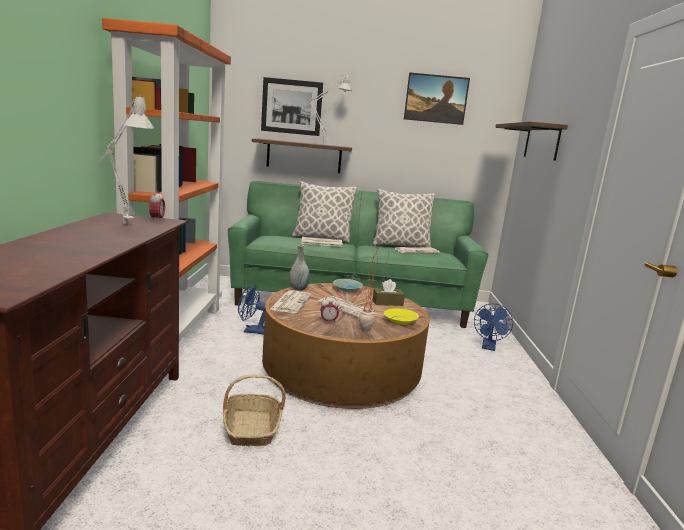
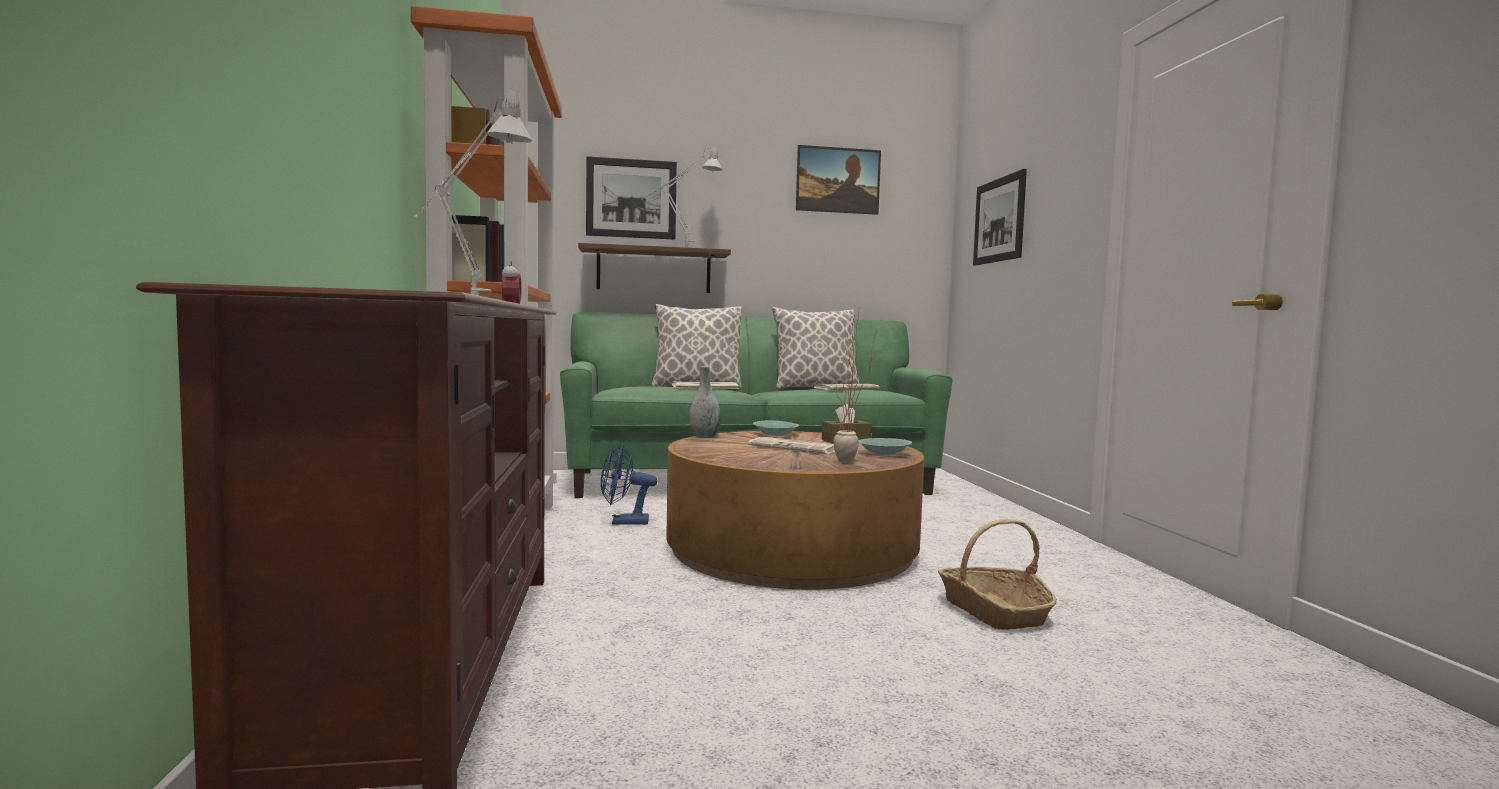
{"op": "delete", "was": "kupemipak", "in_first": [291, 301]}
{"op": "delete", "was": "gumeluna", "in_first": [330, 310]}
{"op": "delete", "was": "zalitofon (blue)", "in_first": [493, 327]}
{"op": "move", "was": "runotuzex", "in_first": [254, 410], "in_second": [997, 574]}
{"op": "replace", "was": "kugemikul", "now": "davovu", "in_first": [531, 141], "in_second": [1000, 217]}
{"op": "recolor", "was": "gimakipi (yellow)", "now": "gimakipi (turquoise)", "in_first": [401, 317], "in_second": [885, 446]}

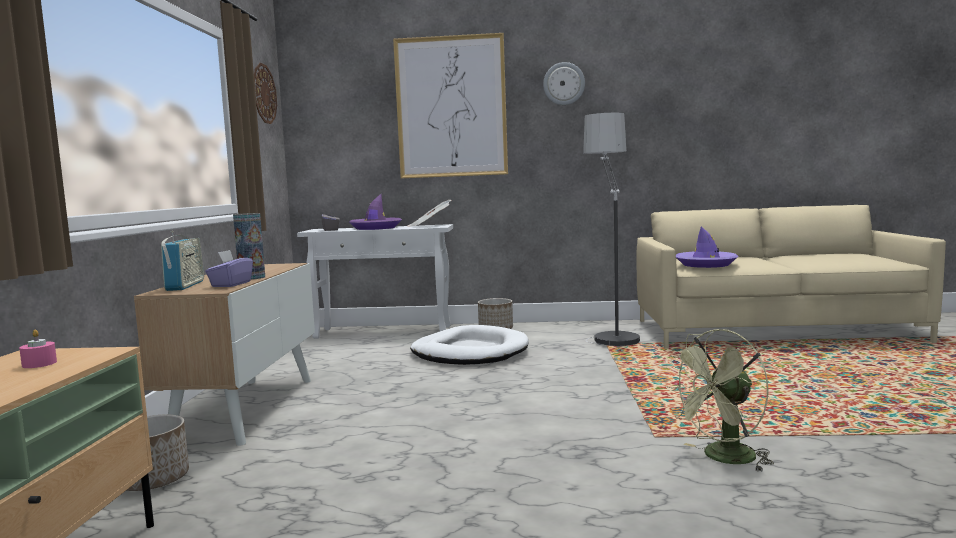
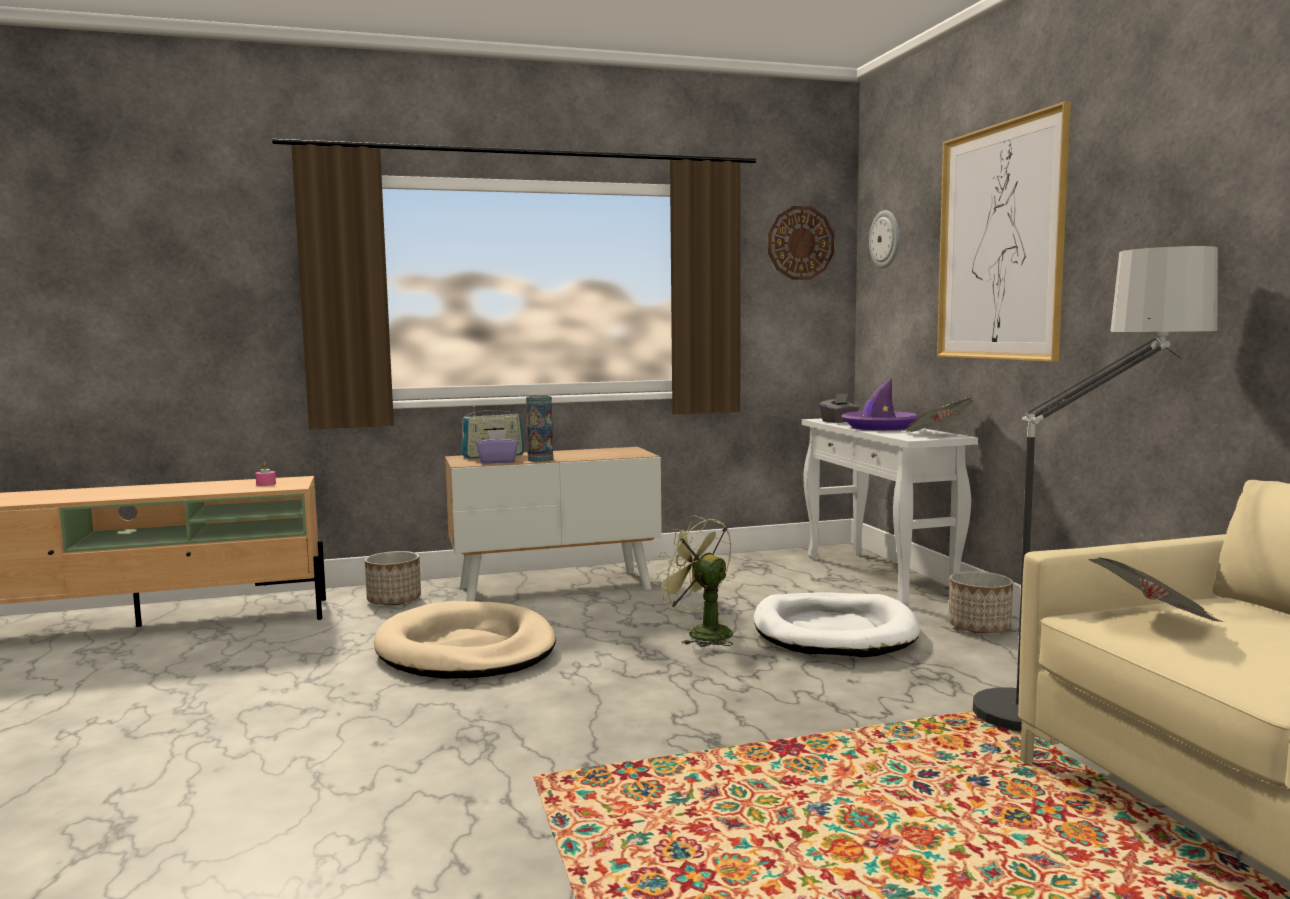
{"op": "insert", "now": "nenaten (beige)", "in_second": [465, 640]}
{"op": "move", "was": "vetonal", "in_first": [564, 83], "in_second": [884, 239]}
{"op": "move", "was": "zalitofon (green)", "in_first": [720, 400], "in_second": [693, 581]}
{"op": "replace", "was": "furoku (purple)", "now": "kupemipak", "in_first": [707, 247], "in_second": [1156, 589]}

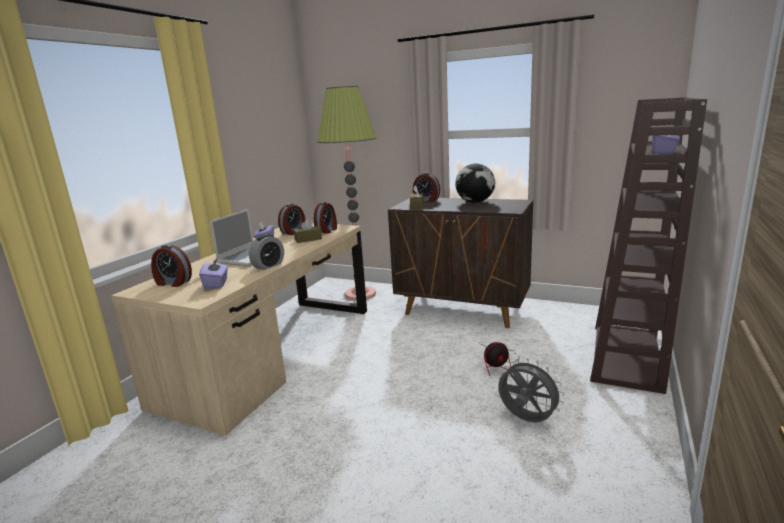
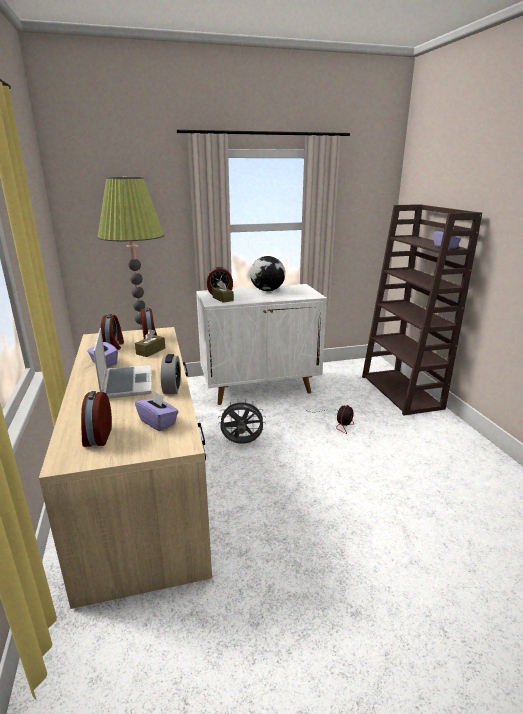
{"op": "move", "was": "zalitofon (grey)", "in_first": [531, 390], "in_second": [242, 421]}
{"op": "recolor", "was": "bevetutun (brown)", "now": "bevetutun (white)", "in_first": [460, 263], "in_second": [261, 344]}
{"op": "rotate", "was": "gumeluna", "in_first": [171, 266], "in_second": [96, 419], "clockwise": 105}

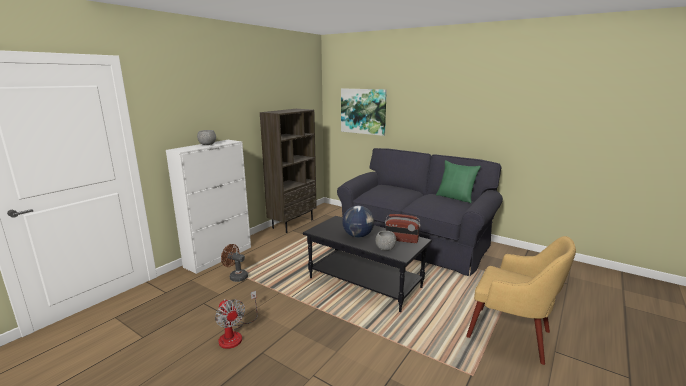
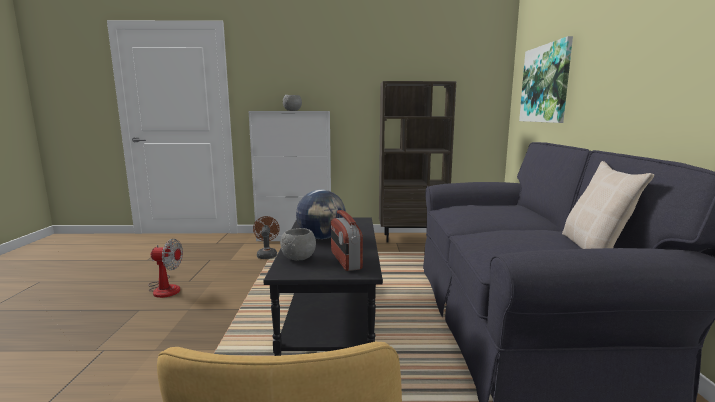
{"op": "recolor", "was": "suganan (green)", "now": "suganan (beige)", "in_first": [458, 181], "in_second": [608, 205]}
{"op": "rotate", "was": "zalitofon", "in_first": [236, 320], "in_second": [165, 268], "clockwise": -105}

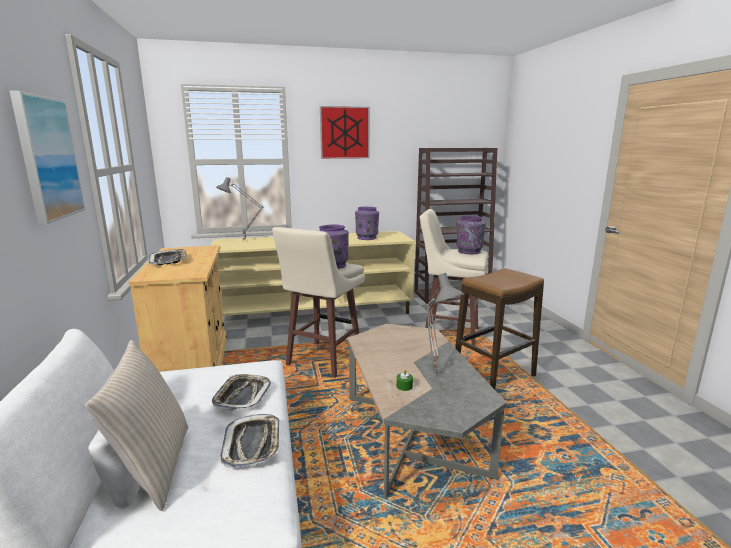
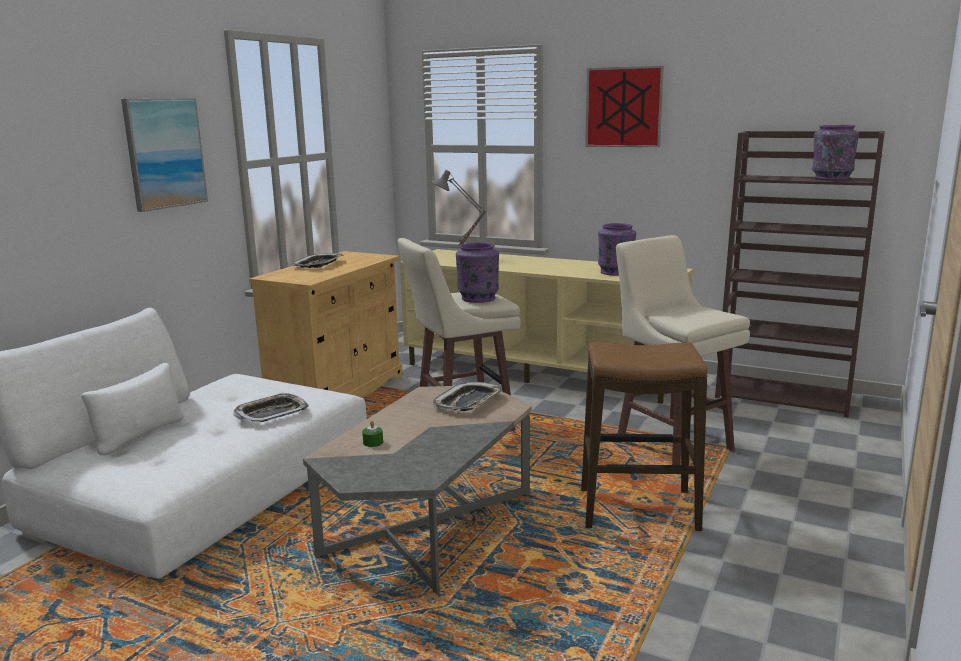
{"op": "delete", "was": "suganan (beige)", "in_first": [136, 425]}
{"op": "delete", "was": "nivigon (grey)", "in_first": [445, 324]}
{"op": "move", "was": "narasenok", "in_first": [250, 441], "in_second": [467, 396]}
{"op": "move", "was": "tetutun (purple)", "in_first": [471, 234], "in_second": [835, 153]}

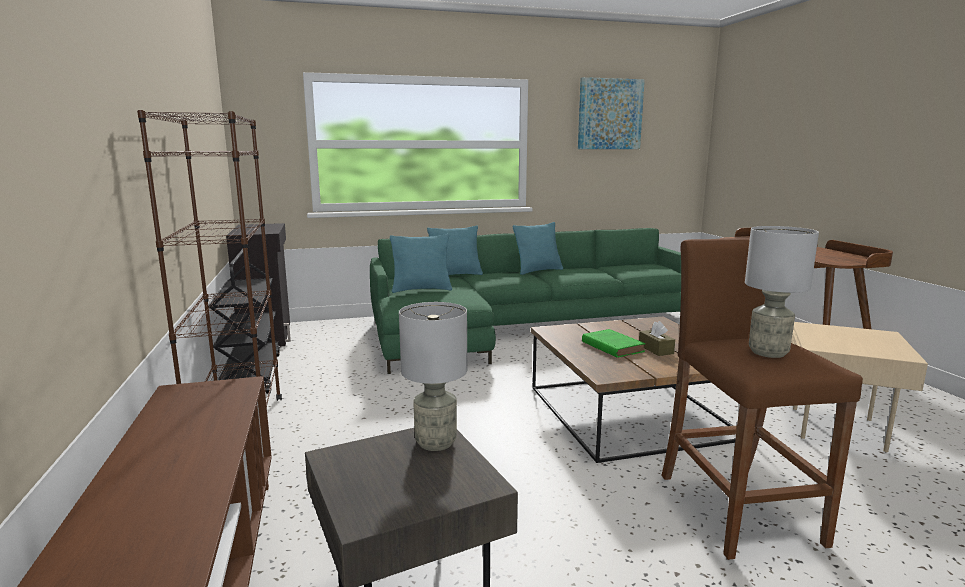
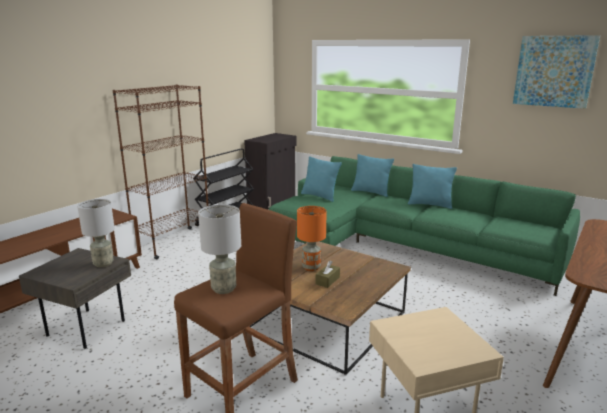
{"op": "replace", "was": "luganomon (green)", "now": "nivigon (orange)", "in_first": [613, 343], "in_second": [312, 238]}

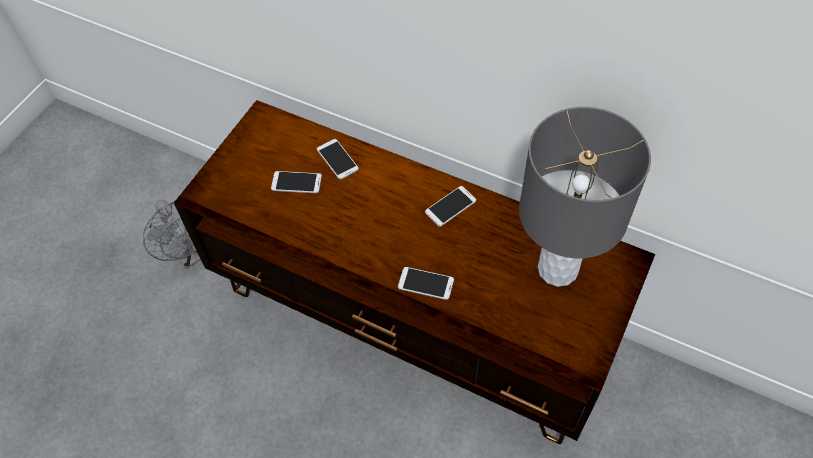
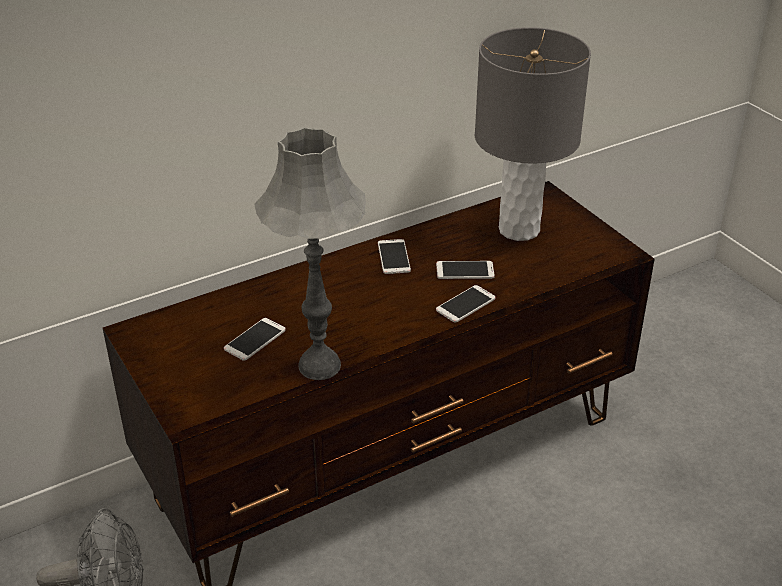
{"op": "insert", "now": "nivigon (grey)", "in_second": [310, 253]}
{"op": "move", "was": "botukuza", "in_first": [338, 159], "in_second": [465, 270]}

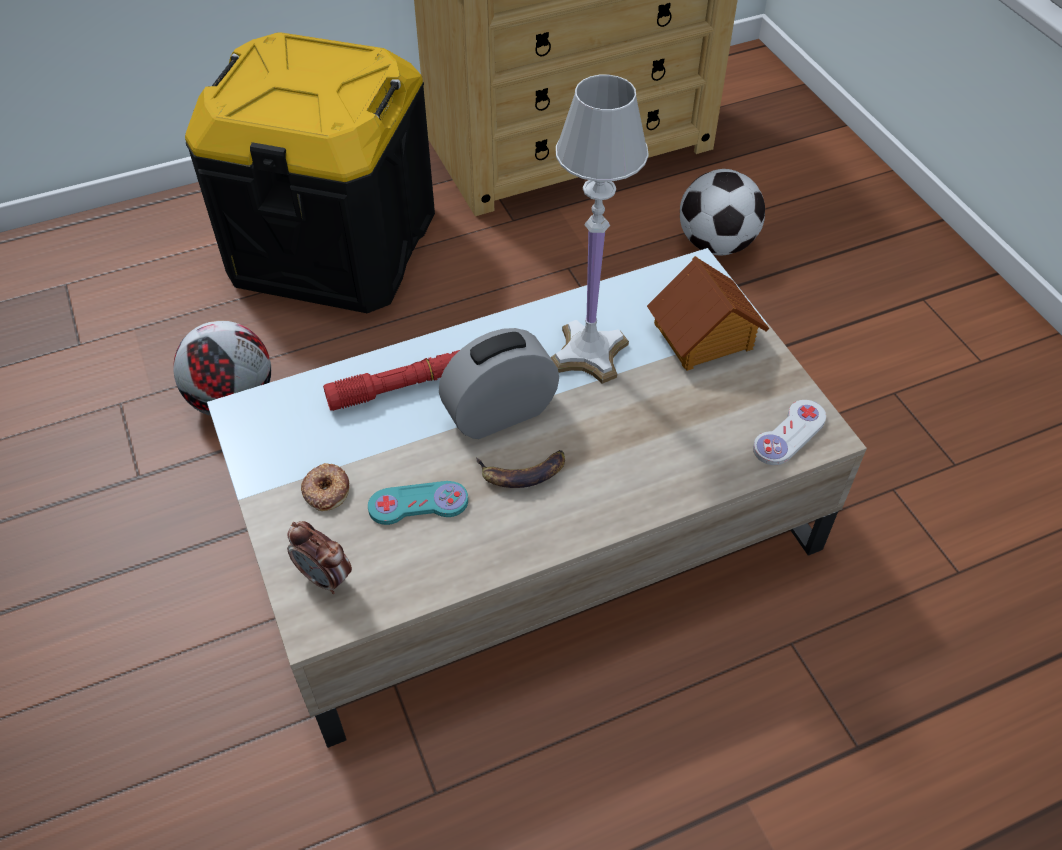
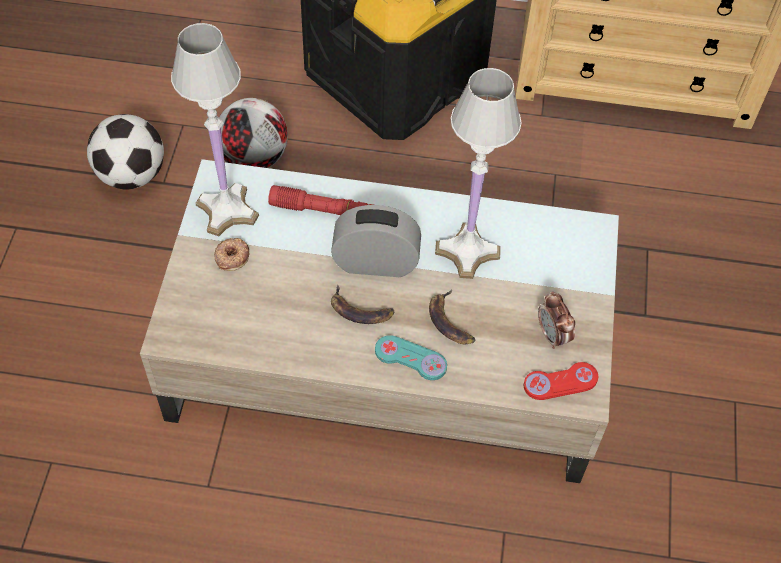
{"op": "delete", "was": "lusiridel", "in_first": [708, 313]}
{"op": "insert", "now": "nivigon (white)", "in_second": [215, 129]}
{"op": "insert", "now": "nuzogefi", "in_second": [452, 316]}
{"op": "move", "was": "gumeluna", "in_first": [319, 557], "in_second": [556, 320]}
{"op": "move", "was": "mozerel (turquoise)", "in_first": [418, 503], "in_second": [411, 357]}
{"op": "move", "was": "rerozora", "in_first": [722, 212], "in_second": [125, 152]}
{"op": "recolor", "was": "mozerel (white)", "now": "mozerel (red)", "in_first": [789, 432], "in_second": [561, 381]}

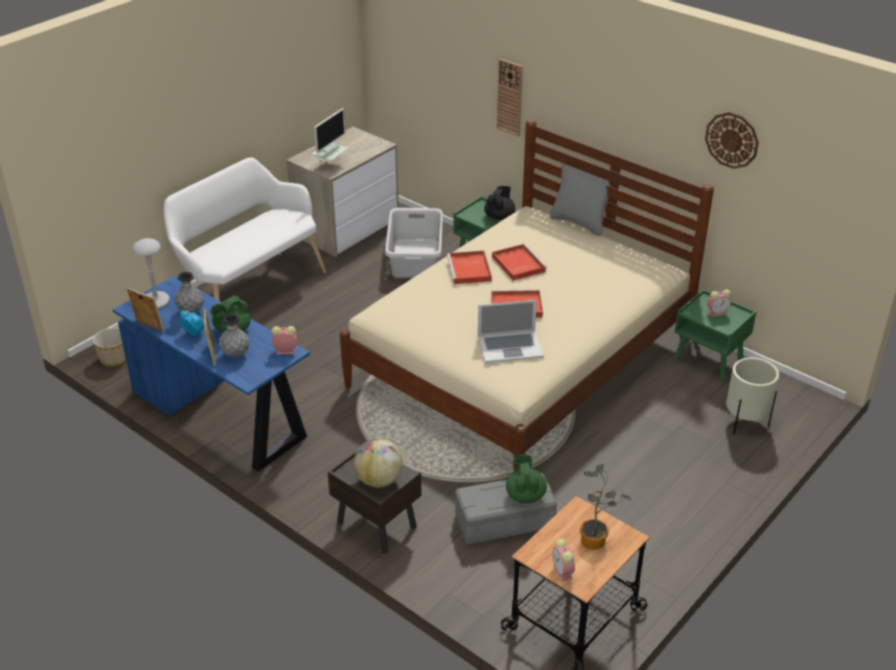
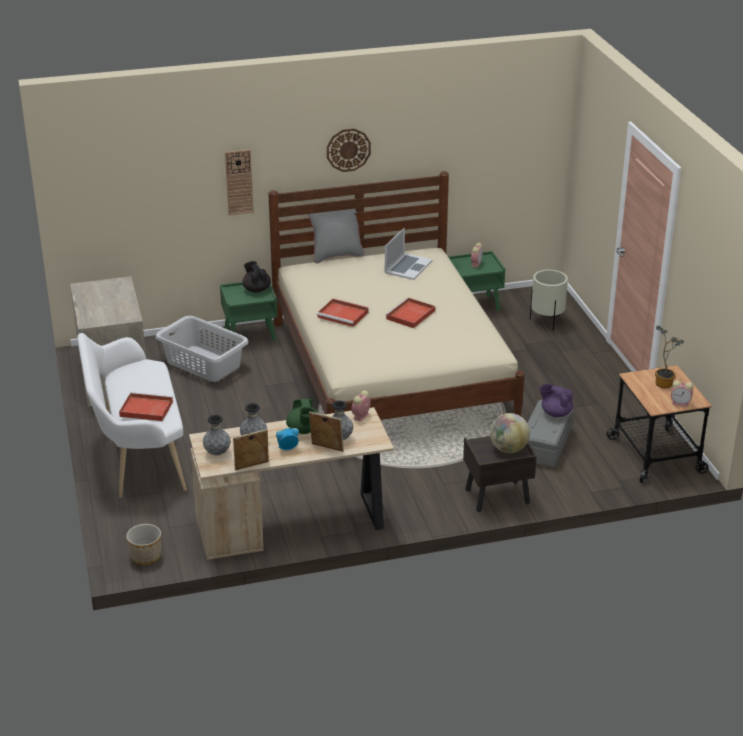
{"op": "delete", "was": "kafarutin", "in_first": [329, 134]}
{"op": "move", "was": "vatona", "in_first": [511, 331], "in_second": [409, 254]}
{"op": "move", "was": "narasenok (red)", "in_first": [519, 262], "in_second": [146, 406]}
{"op": "move", "was": "vetonal", "in_first": [732, 140], "in_second": [349, 150]}
{"op": "replace", "was": "nivigon (grey)", "now": "tetutun (grey)", "in_first": [150, 273], "in_second": [217, 435]}
{"op": "recolor", "was": "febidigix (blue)", "now": "febidigix (beige)", "in_first": [211, 374], "in_second": [291, 483]}
{"op": "recolor", "was": "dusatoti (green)", "now": "dusatoti (purple)", "in_first": [526, 478], "in_second": [556, 400]}

